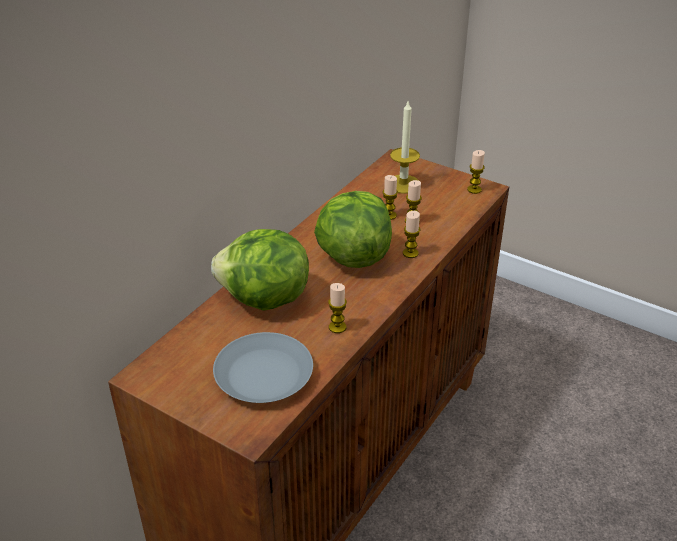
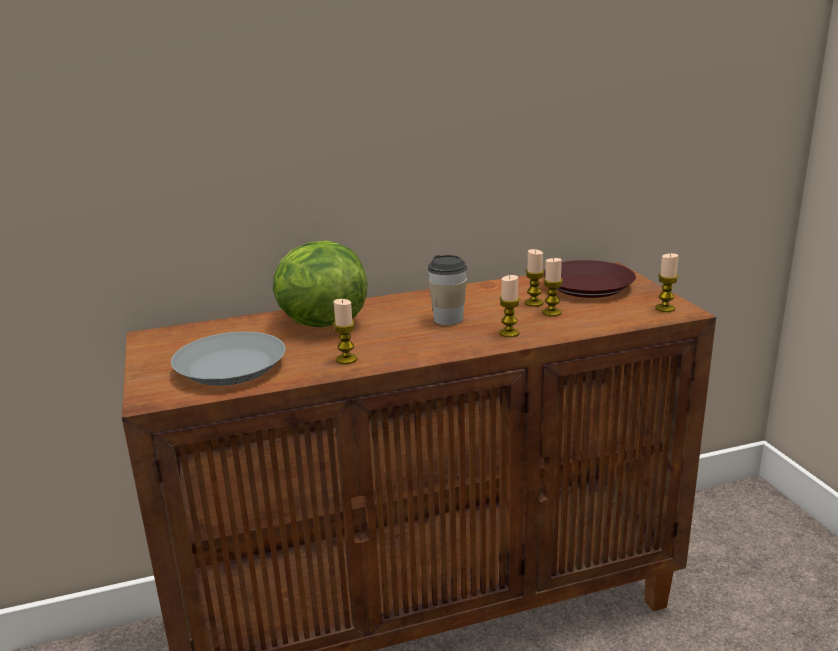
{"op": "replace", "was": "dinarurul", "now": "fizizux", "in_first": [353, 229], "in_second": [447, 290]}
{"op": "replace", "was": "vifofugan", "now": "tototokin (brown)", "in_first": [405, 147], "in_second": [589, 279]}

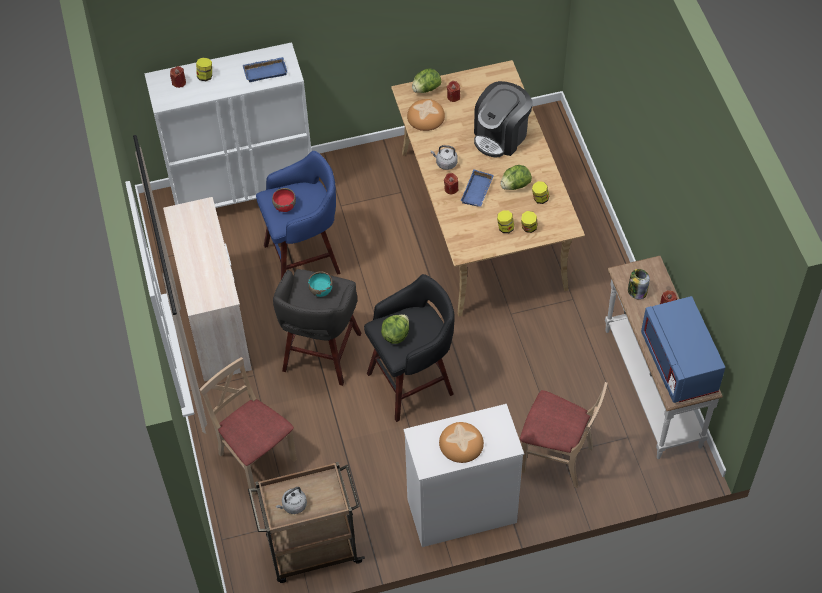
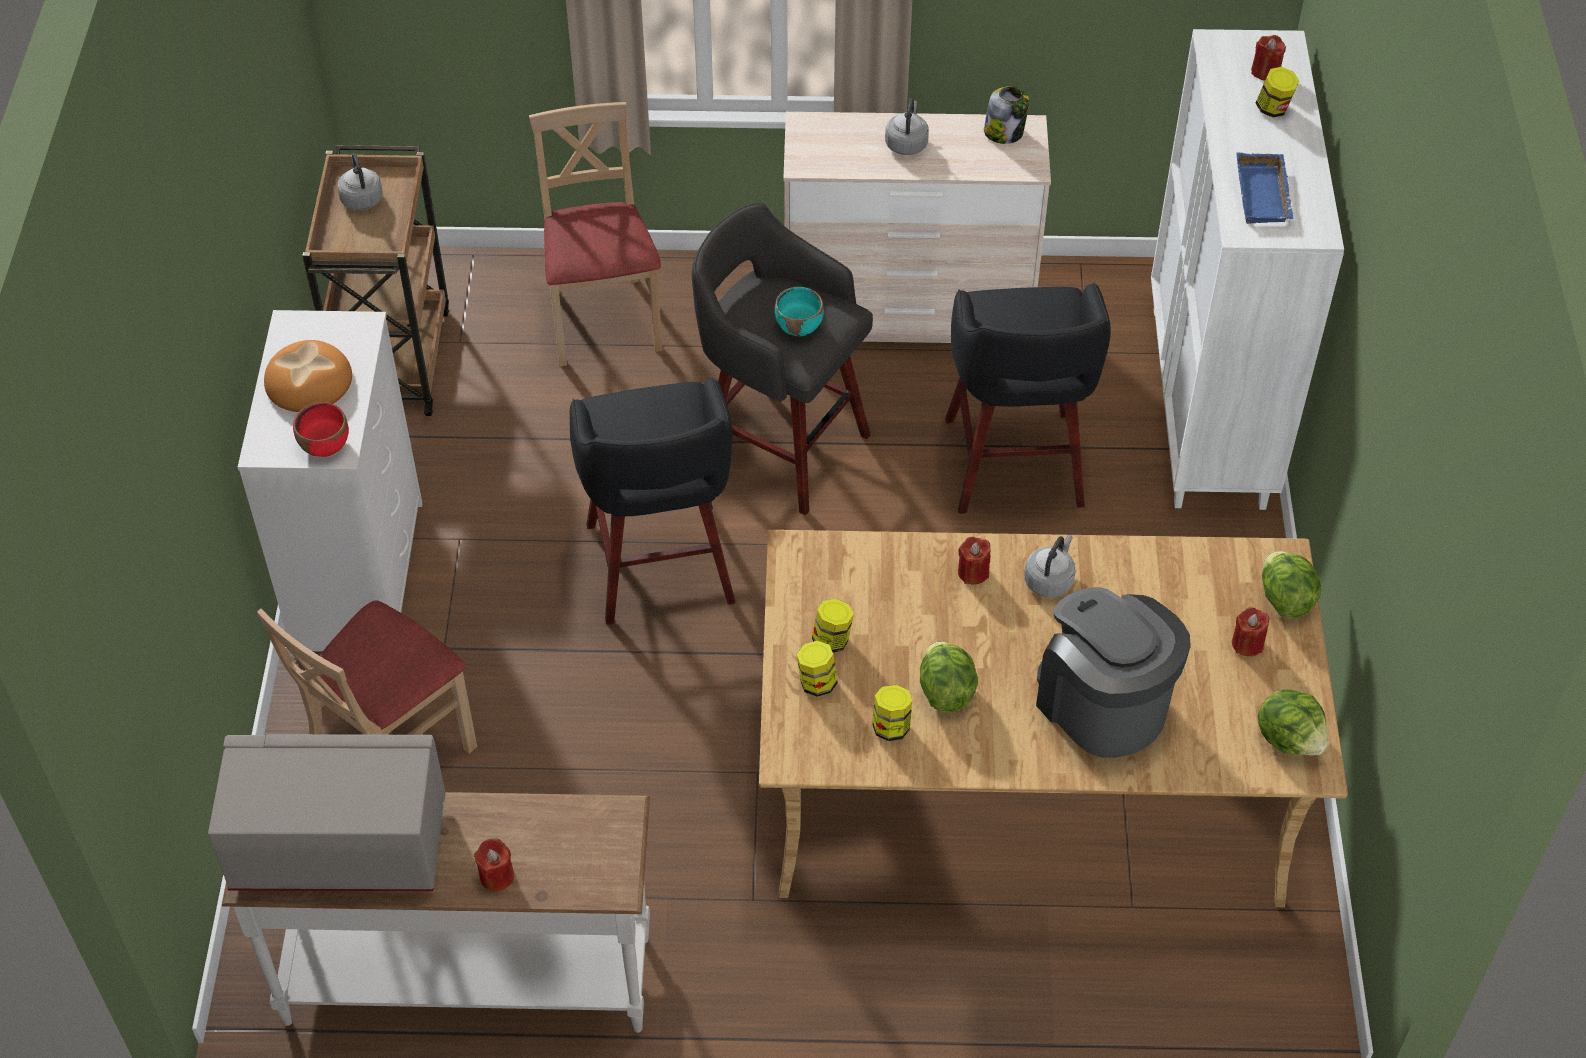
{"op": "delete", "was": "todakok", "in_first": [426, 115]}
{"op": "delete", "was": "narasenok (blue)", "in_first": [477, 188]}
{"op": "insert", "now": "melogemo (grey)", "in_second": [907, 126]}
{"op": "move", "was": "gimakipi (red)", "in_first": [284, 200], "in_second": [321, 429]}
{"op": "move", "was": "dinarurul", "in_first": [395, 329], "in_second": [1293, 722]}
{"op": "move", "was": "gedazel", "in_first": [639, 284], "in_second": [1006, 115]}
{"op": "recolor", "was": "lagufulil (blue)", "now": "lagufulil (black)", "in_first": [298, 215], "in_second": [1028, 398]}
{"op": "recolor", "was": "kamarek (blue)", "now": "kamarek (grey)", "in_first": [683, 349], "in_second": [326, 812]}
{"op": "rotate", "was": "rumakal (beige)", "in_first": [248, 426], "in_second": [596, 234], "clockwise": -75}

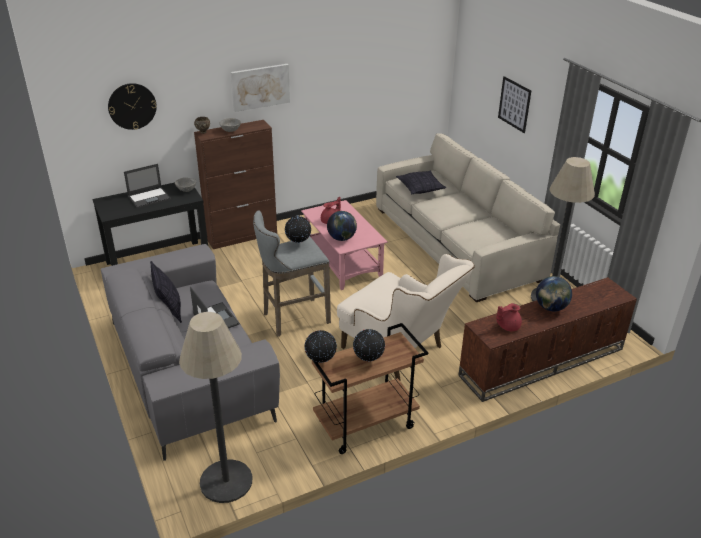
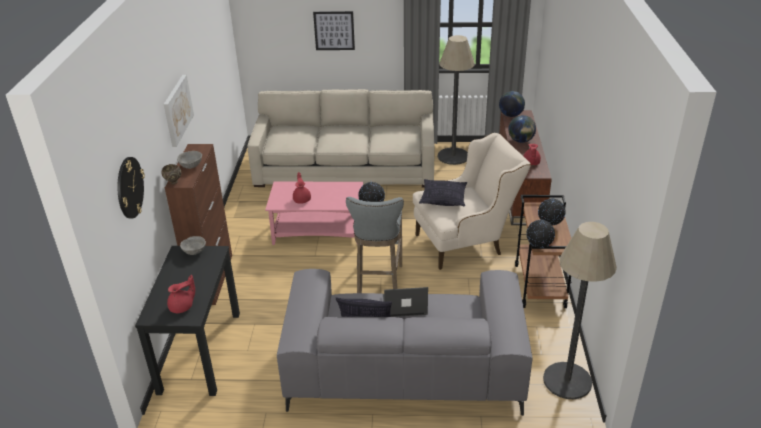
{"op": "delete", "was": "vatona", "in_first": [147, 186]}
{"op": "insert", "now": "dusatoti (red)", "in_second": [181, 294]}
{"op": "move", "was": "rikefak", "in_first": [342, 226], "in_second": [512, 104]}
{"op": "move", "was": "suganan", "in_first": [421, 182], "in_second": [443, 192]}

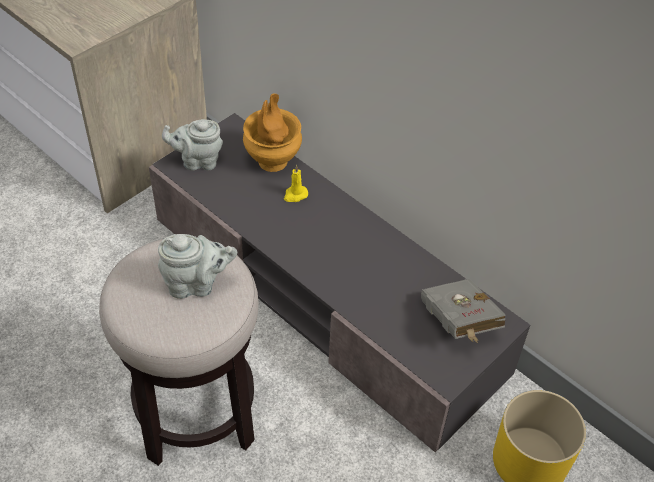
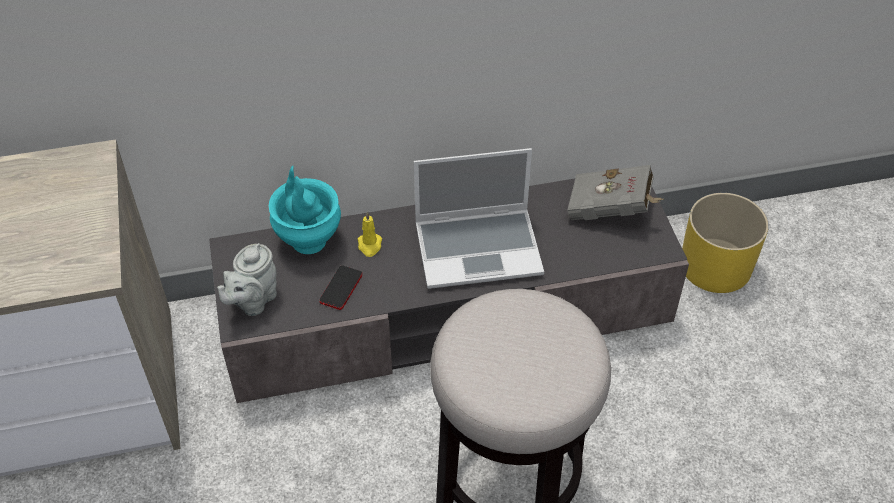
{"op": "delete", "was": "dusatoti (grey)", "in_first": [197, 266]}
{"op": "insert", "now": "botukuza", "in_second": [340, 287]}
{"op": "insert", "now": "vatona", "in_second": [479, 218]}
{"op": "recolor", "was": "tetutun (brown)", "now": "tetutun (turquoise)", "in_first": [272, 133], "in_second": [305, 210]}

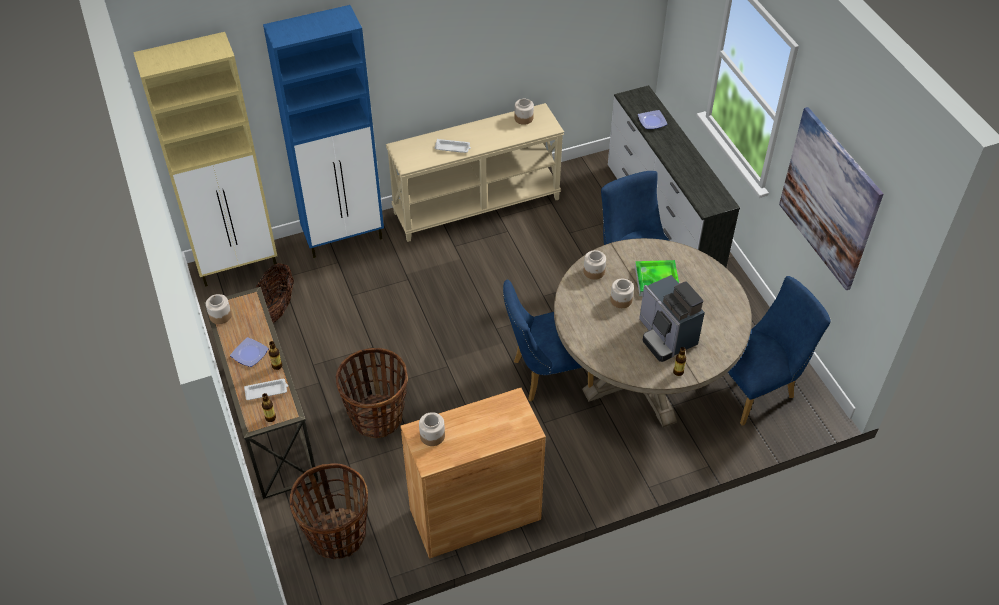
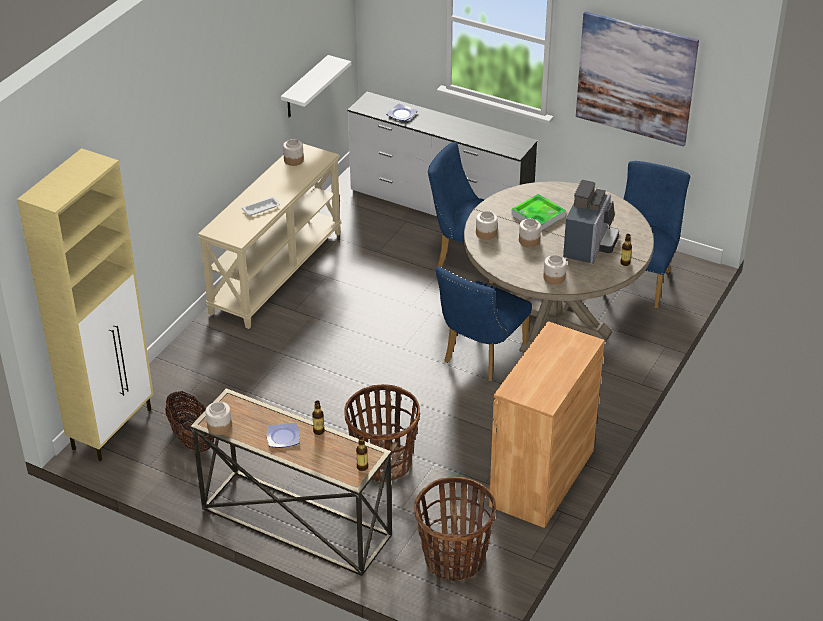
{"op": "delete", "was": "narasenok (white)", "in_first": [266, 389]}
{"op": "delete", "was": "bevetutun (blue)", "in_first": [323, 131]}
{"op": "insert", "now": "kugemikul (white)", "in_second": [316, 86]}
{"op": "move", "was": "gedazel", "in_first": [432, 429], "in_second": [554, 270]}
{"op": "rotate", "was": "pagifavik", "in_first": [672, 318], "in_second": [591, 222], "clockwise": -90}

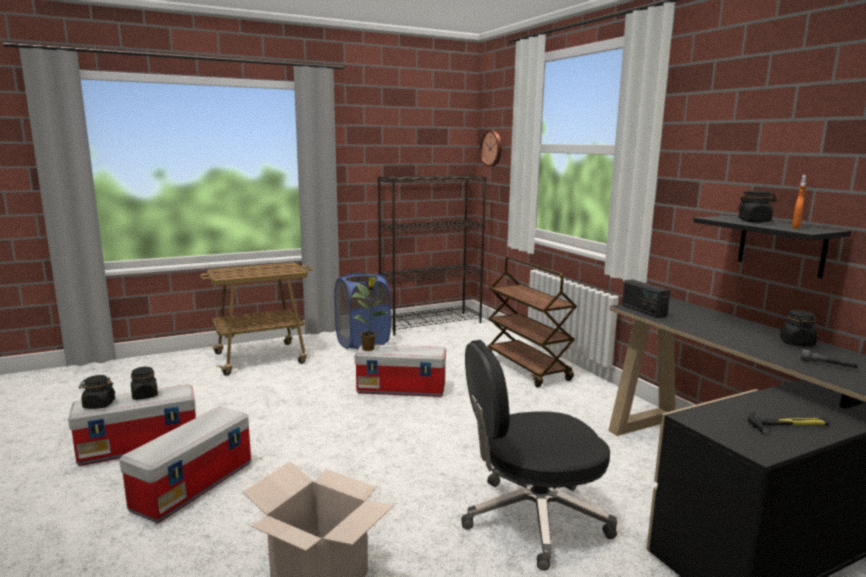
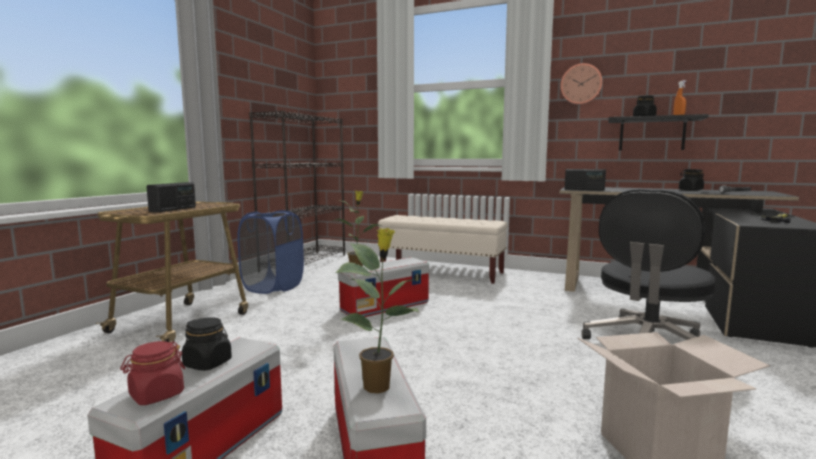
{"op": "insert", "now": "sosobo", "in_second": [171, 197]}
{"op": "insert", "now": "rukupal", "in_second": [377, 310]}
{"op": "move", "was": "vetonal", "in_first": [491, 149], "in_second": [581, 84]}
{"op": "replace", "was": "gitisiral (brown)", "now": "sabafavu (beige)", "in_first": [532, 322], "in_second": [443, 249]}
{"op": "recolor", "was": "gedazel (black)", "now": "gedazel (red)", "in_first": [97, 392], "in_second": [152, 373]}

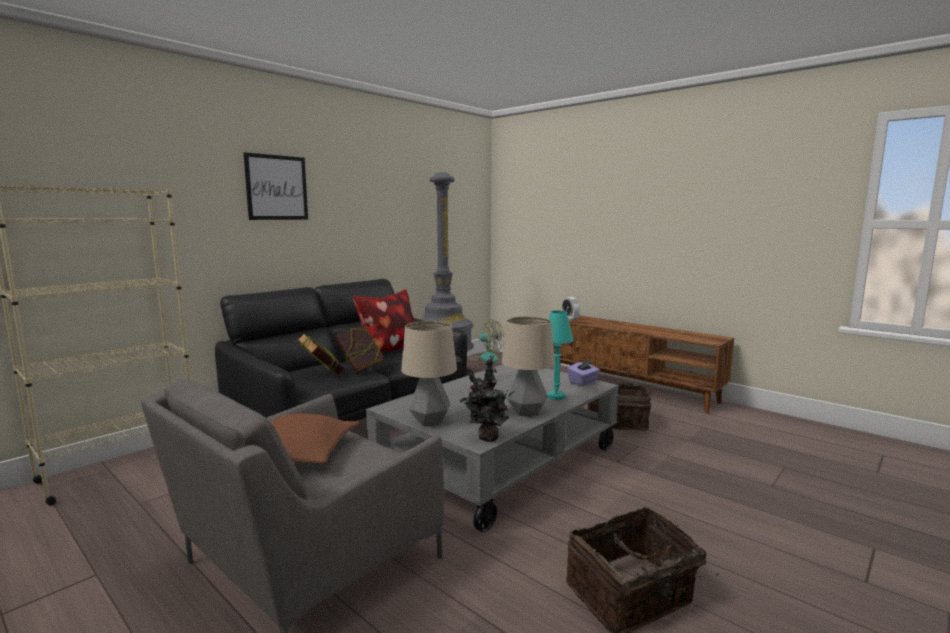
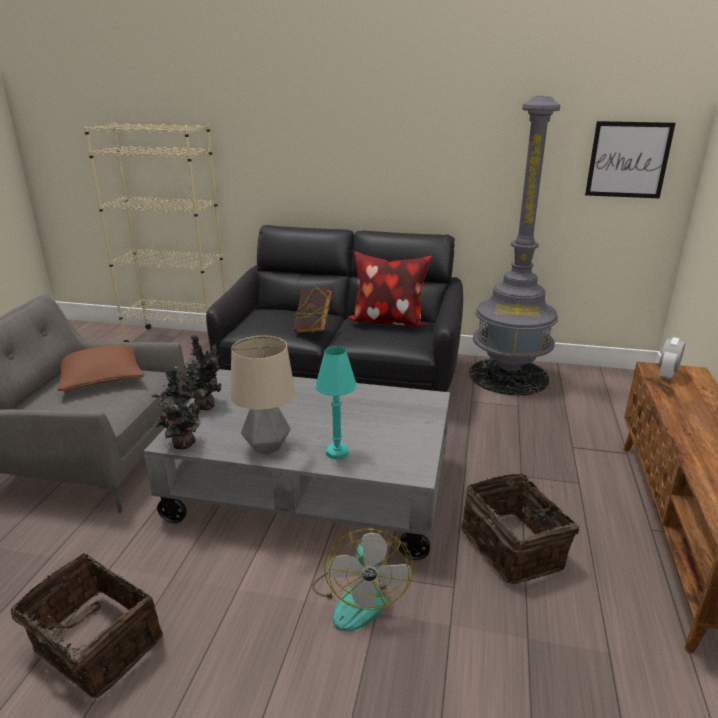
{"op": "delete", "was": "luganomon", "in_first": [320, 354]}
{"op": "delete", "was": "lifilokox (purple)", "in_first": [583, 372]}
{"op": "move", "was": "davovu", "in_first": [276, 186], "in_second": [630, 159]}
{"op": "move", "was": "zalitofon", "in_first": [485, 341], "in_second": [363, 580]}
{"op": "replace", "was": "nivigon", "now": "rukupal", "in_first": [429, 373], "in_second": [200, 372]}

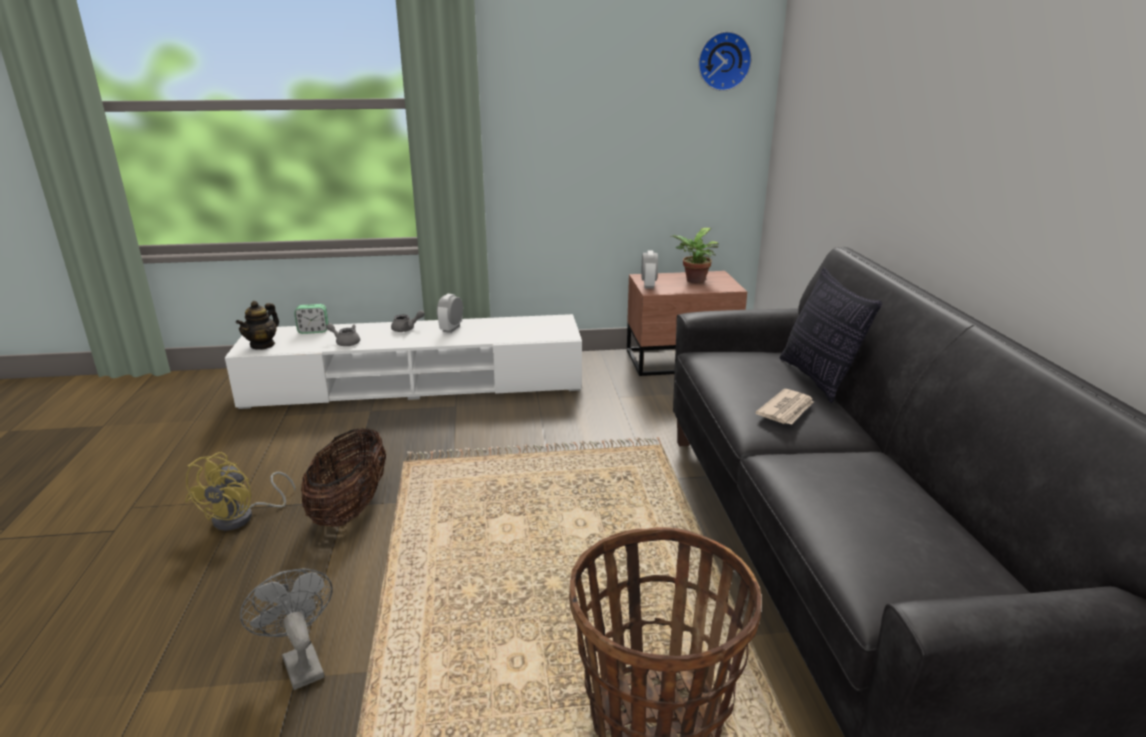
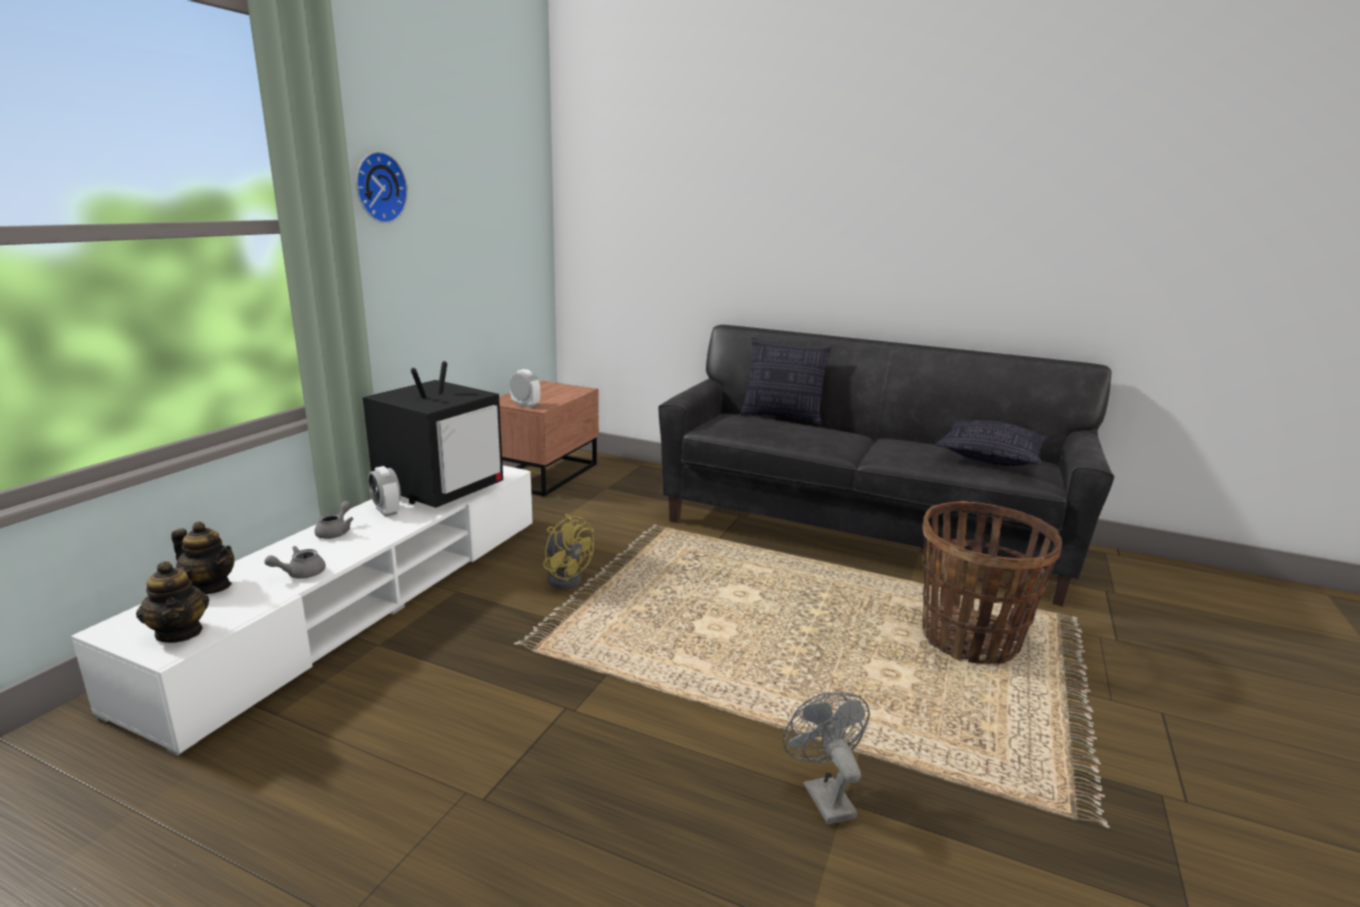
{"op": "delete", "was": "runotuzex", "in_first": [343, 477]}
{"op": "delete", "was": "rukupal", "in_first": [694, 256]}
{"op": "delete", "was": "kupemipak", "in_first": [784, 407]}
{"op": "insert", "now": "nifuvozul", "in_second": [433, 434]}
{"op": "insert", "now": "suganan", "in_second": [992, 443]}
{"op": "move", "was": "zalitofon (yellow)", "in_first": [240, 491], "in_second": [568, 551]}
{"op": "move", "was": "vetonal", "in_first": [725, 61], "in_second": [382, 187]}
{"op": "replace", "was": "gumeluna", "now": "dusatoti", "in_first": [311, 319], "in_second": [203, 558]}
{"op": "rotate", "was": "zalitofon (grey)", "in_first": [286, 629], "in_second": [826, 758], "clockwise": 75}

